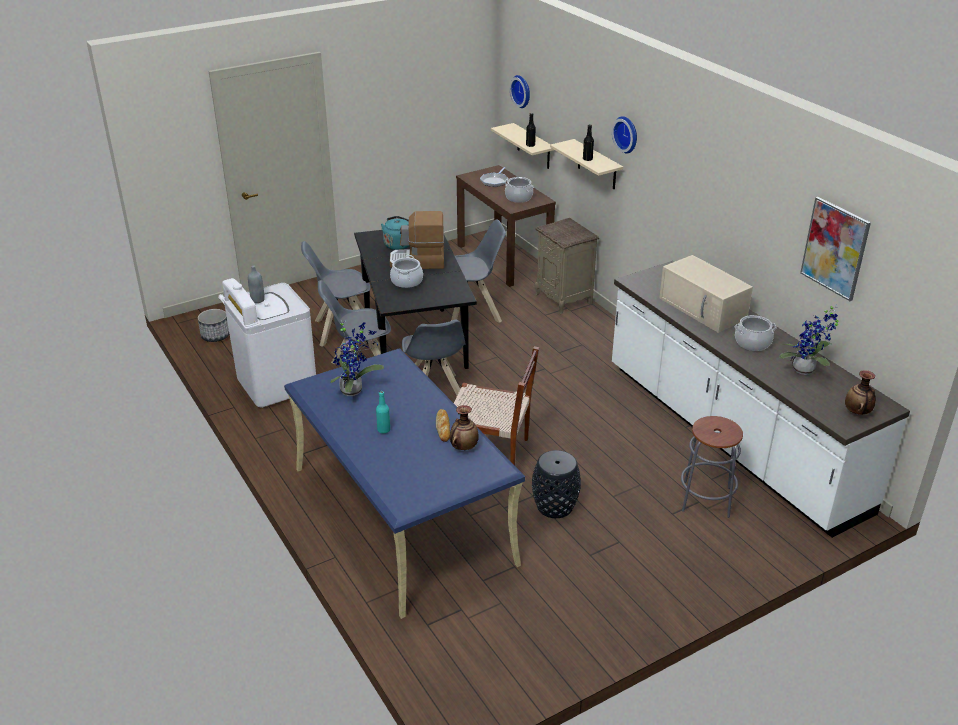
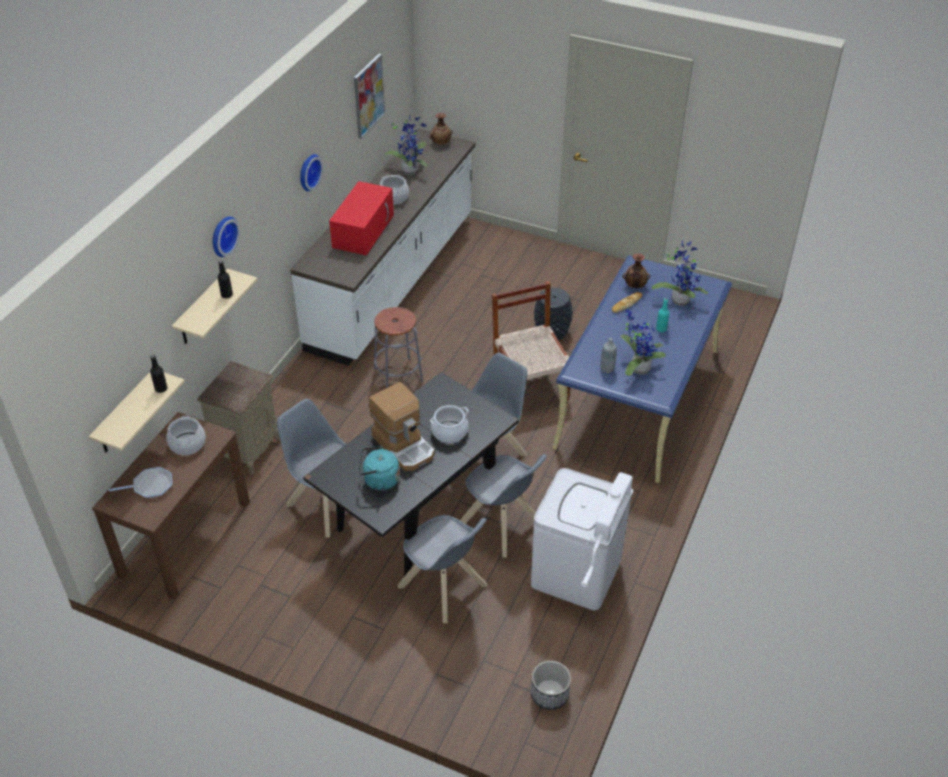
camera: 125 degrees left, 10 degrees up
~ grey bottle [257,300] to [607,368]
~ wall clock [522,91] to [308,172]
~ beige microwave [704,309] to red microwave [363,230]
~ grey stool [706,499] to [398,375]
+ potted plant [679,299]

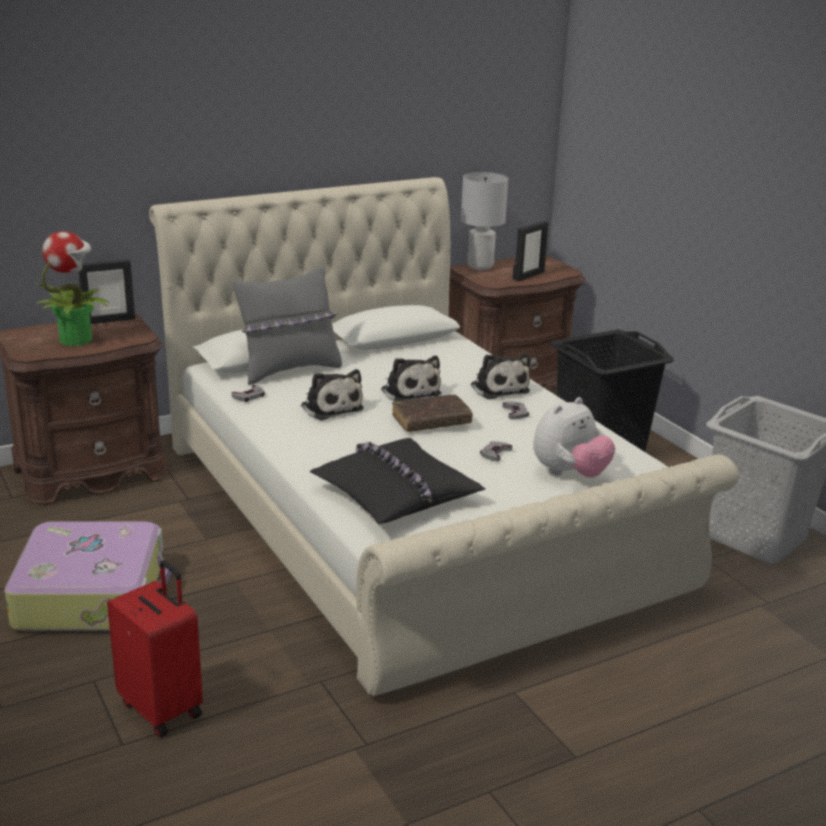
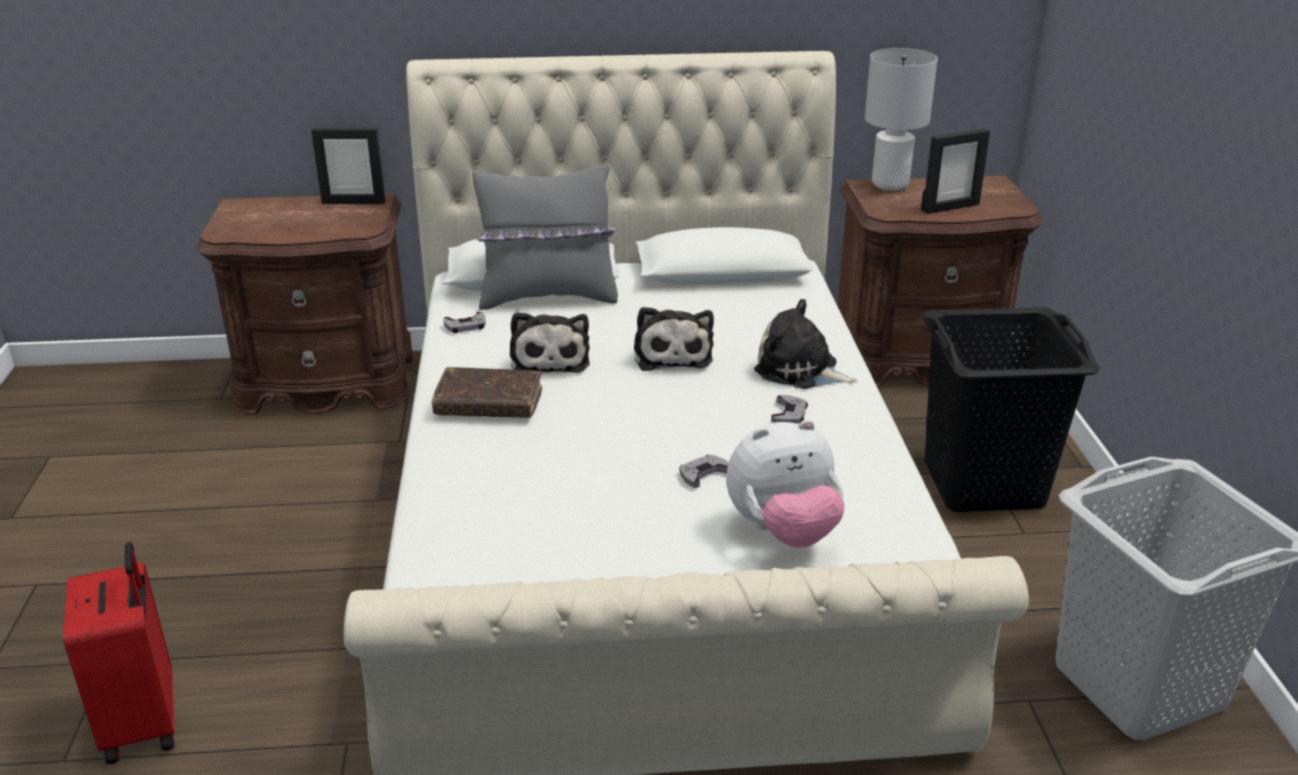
camera: 25 degrees right, 5 degrees up
- suitcase [92,594]
- potted plant [76,339]
- black pillow [395,494]
~ brown book [431,421] to [489,404]
~ plush toy [498,388] = [800,370] 120 degrees clockwise

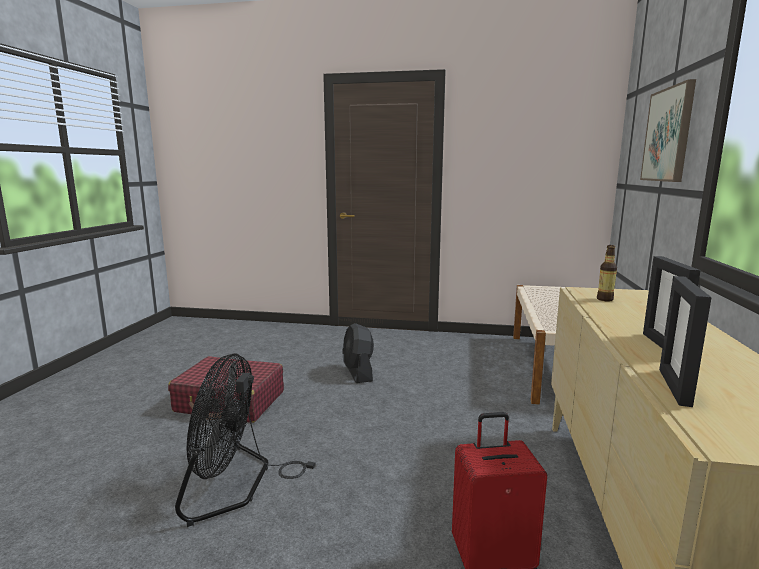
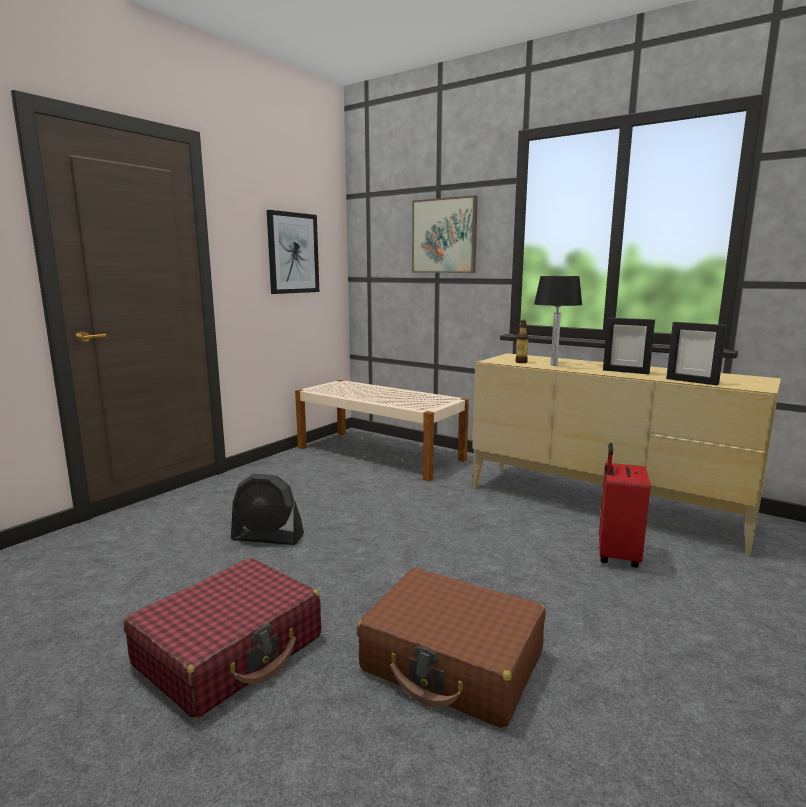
camera: 65 degrees left, 0 degrees up
~ black fan [242,480] to brown suitcase [453,662]
+ picture [293,253]
+ table lamp [554,365]

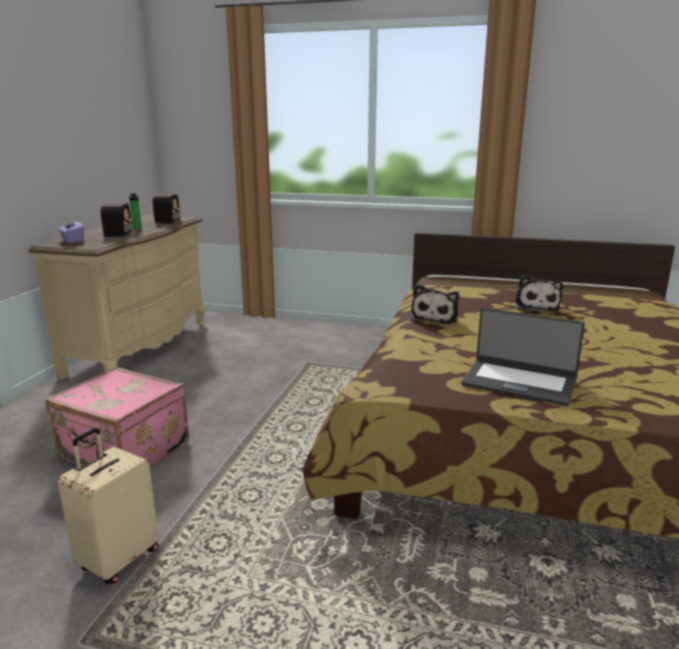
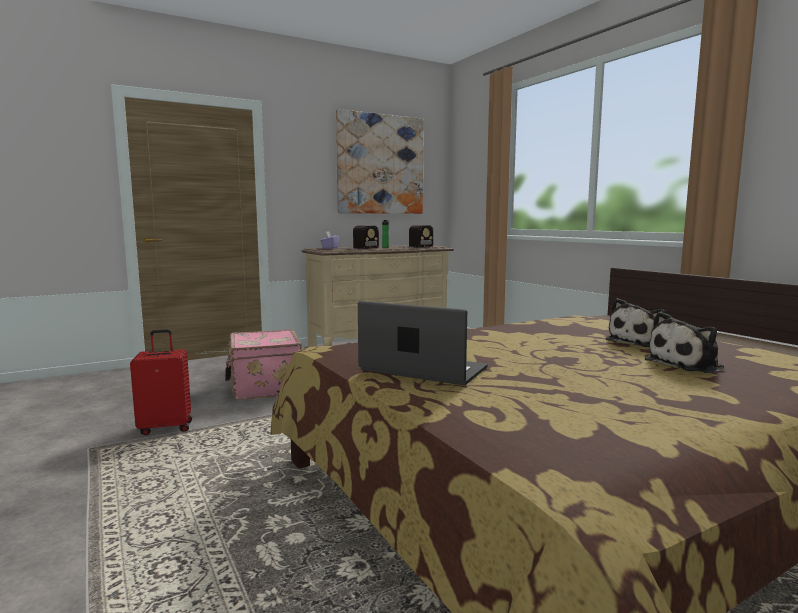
camera: 45 degrees right, 10 degrees down
~ beige suitcase [118,559] to red suitcase [166,427]
~ plush toy [435,318] to [687,364]
~ laptop [519,382] = [422,370] 135 degrees clockwise
+ picture [380,164]

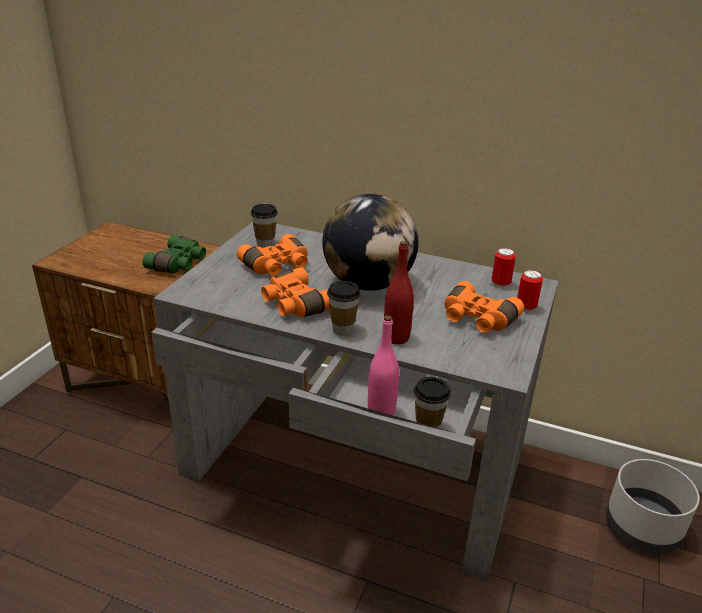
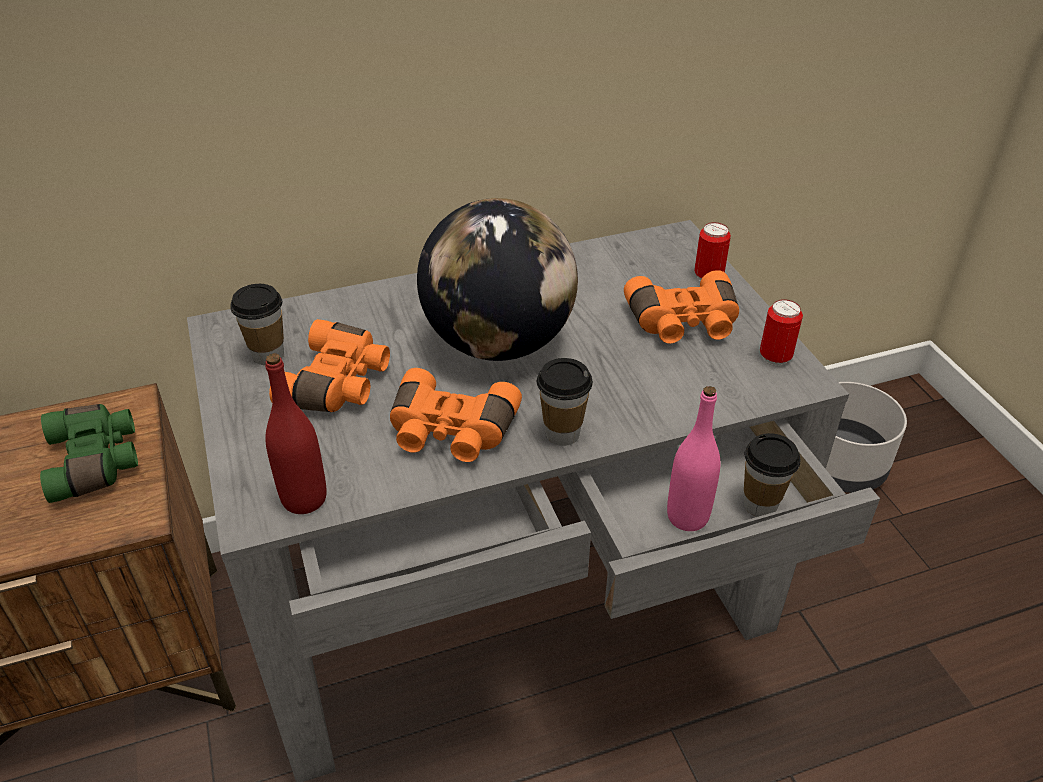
camera: 40 degrees left, 10 degrees up
~ red bottle [396,337] to [304,499]
~ can [500,284] to [775,357]

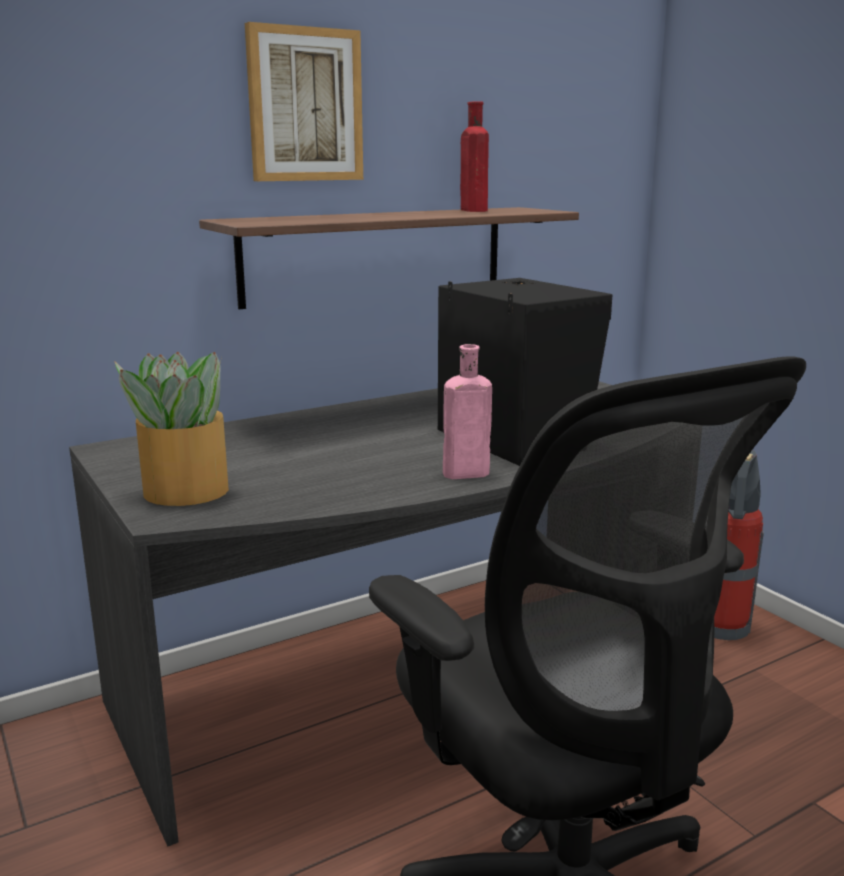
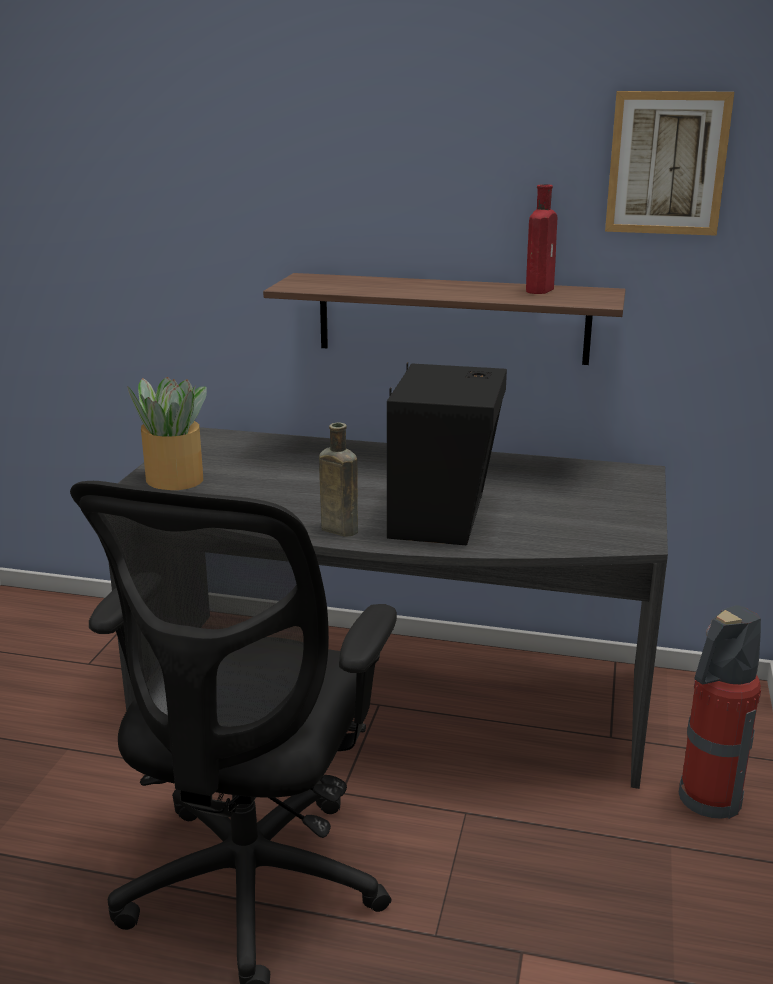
camera: 45 degrees right, 5 degrees up
~ picture [304,105] to [667,163]
~ pink bottle [462,474] to brown bottle [337,529]

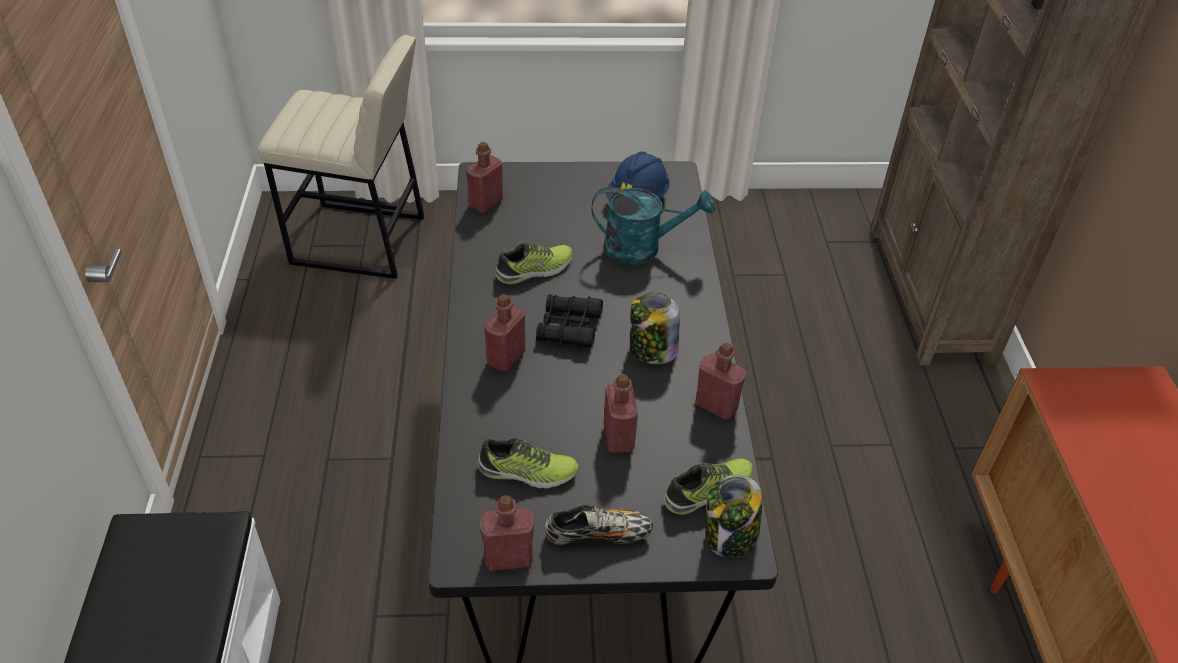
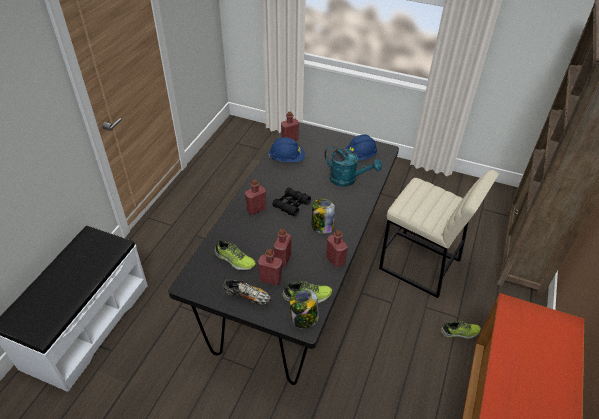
camera: 25 degrees right, 0 degrees up
~ beige chair [362,240] to [422,265]
~ red bottle [508,558] to [270,279]
~ shoe [535,270] to [460,332]
+ blue hard hat [287,159]

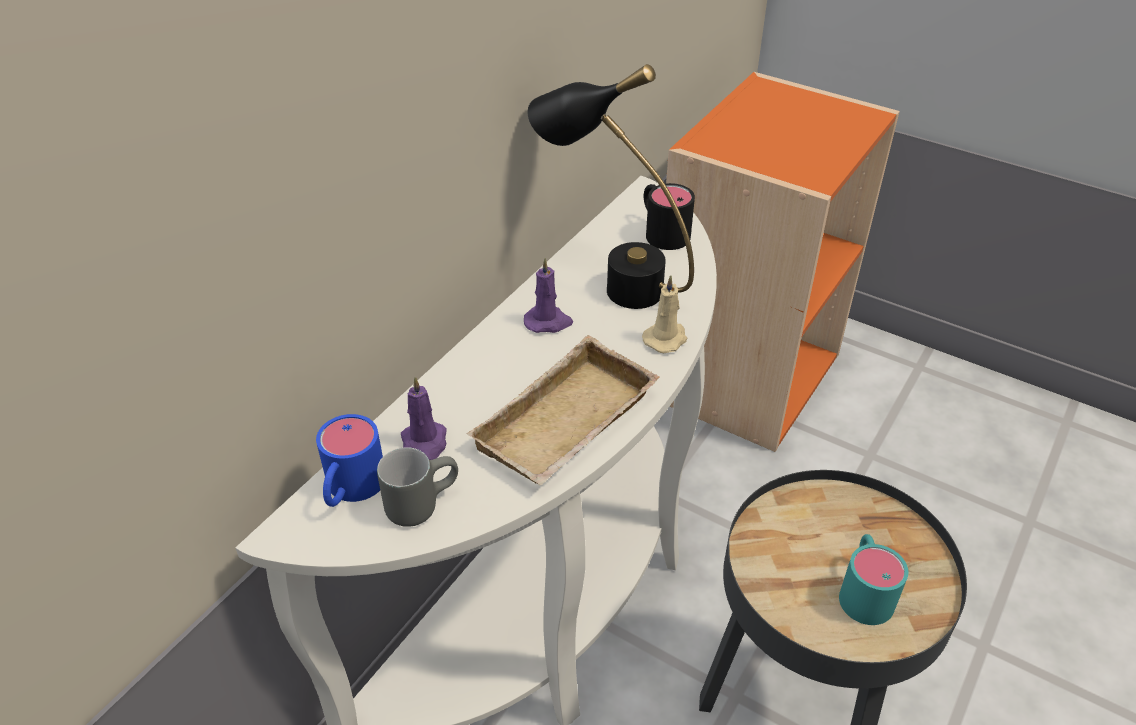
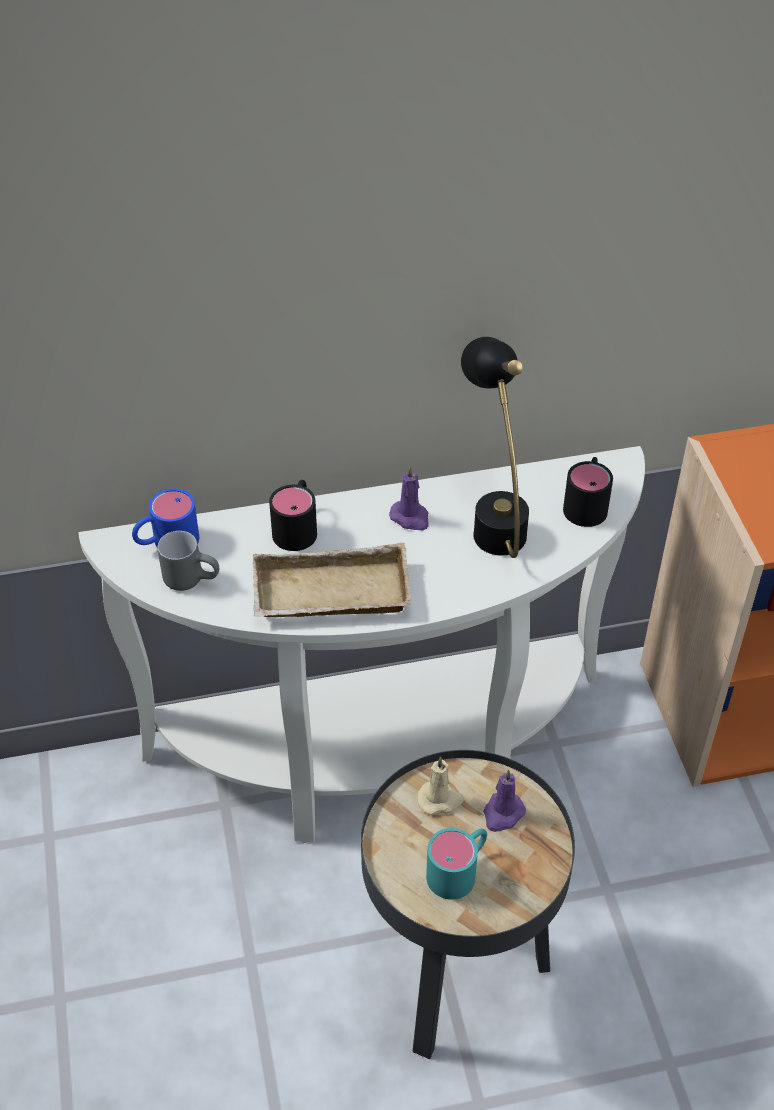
camera: 45 degrees right, 5 degrees up
~ purple candle [424,444] to [502,814]
~ beige candle [666,338] to [440,799]
+ black mug [297,526]

